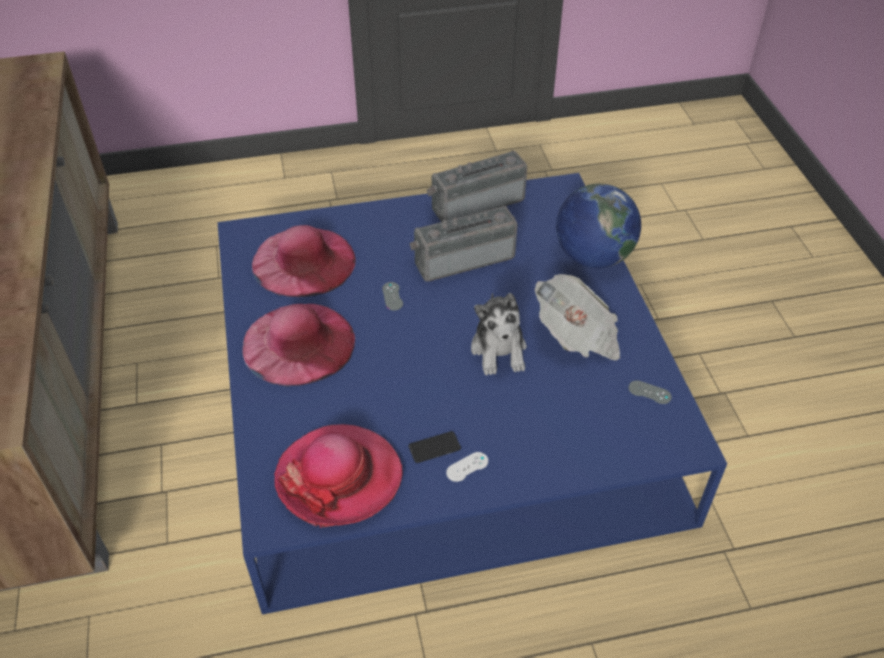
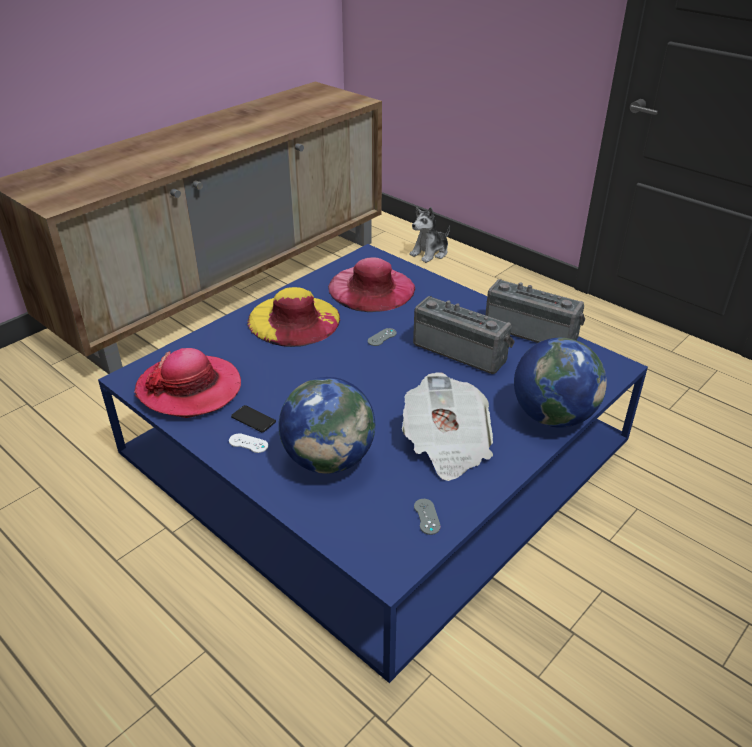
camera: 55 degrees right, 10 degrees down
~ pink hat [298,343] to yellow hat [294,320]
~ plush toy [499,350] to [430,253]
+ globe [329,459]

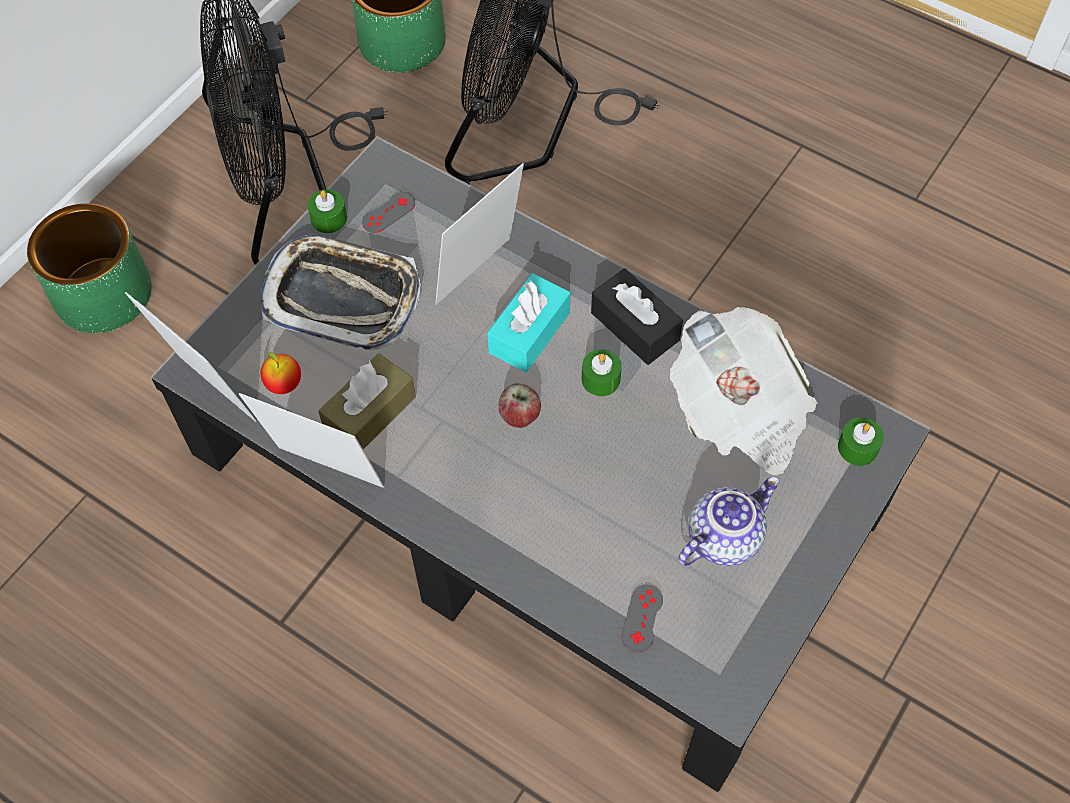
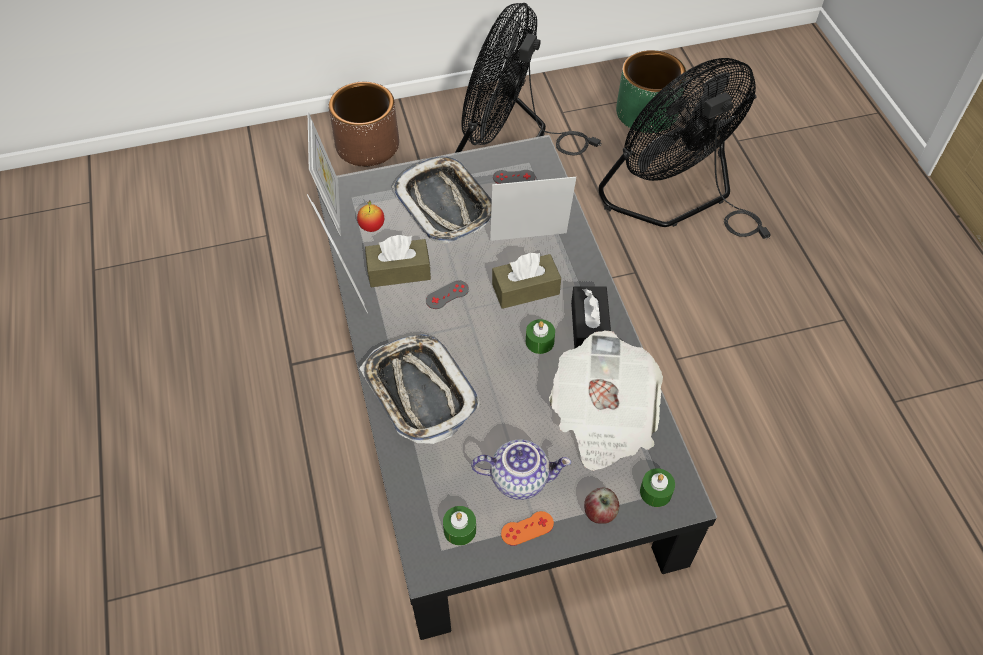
camera: 40 degrees right, 5 degrees down
~ green planter [104,294] to brown planter [368,146]
~ green candle [329,218] to [460,530]
~ turquoise tissue box [529,332] to brown tissue box [525,289]
~ apple [520,415] to [600,513]
~ grey game controller [642,618] to [447,295]
+ tray [419,392]
+ orange game controller [527,528]

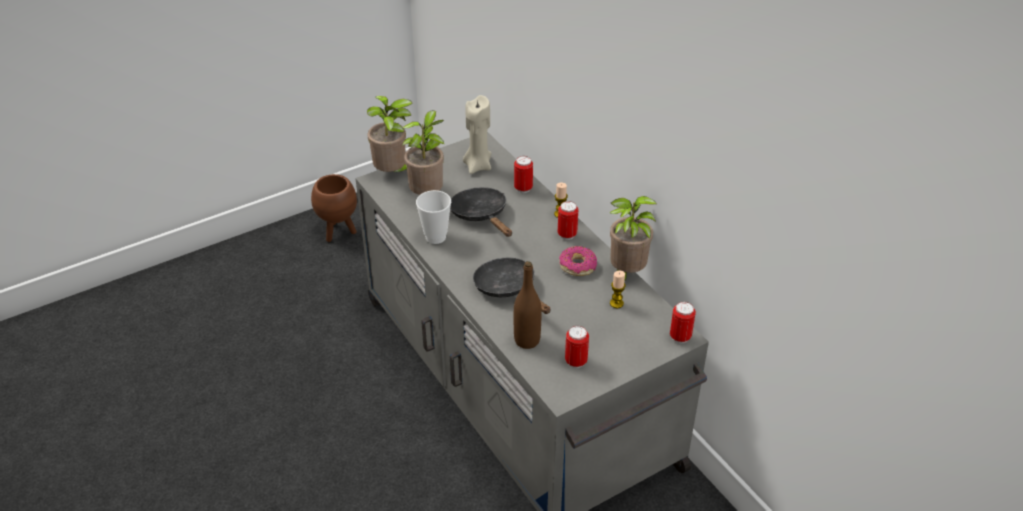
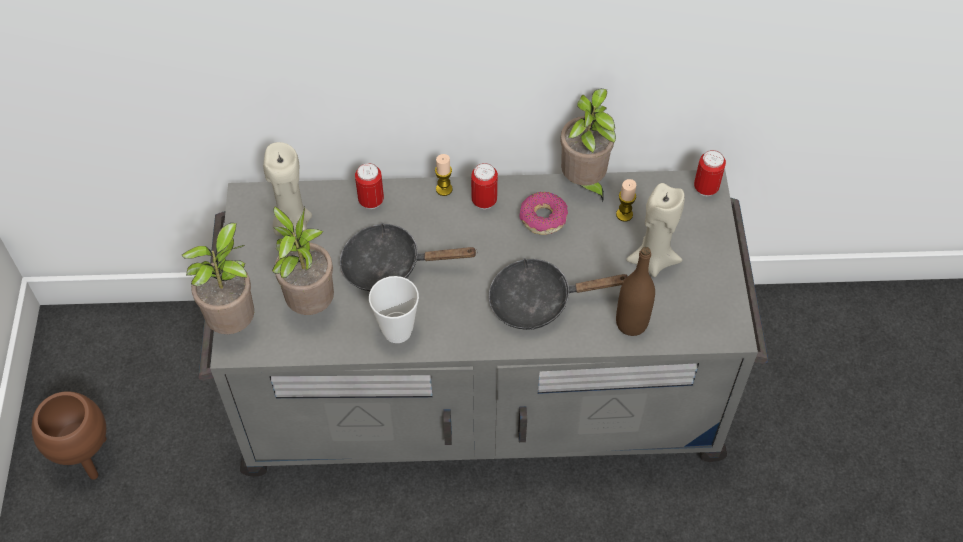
camera: 60 degrees left, 15 degrees up
- can [576,361]
+ beige candle [653,260]

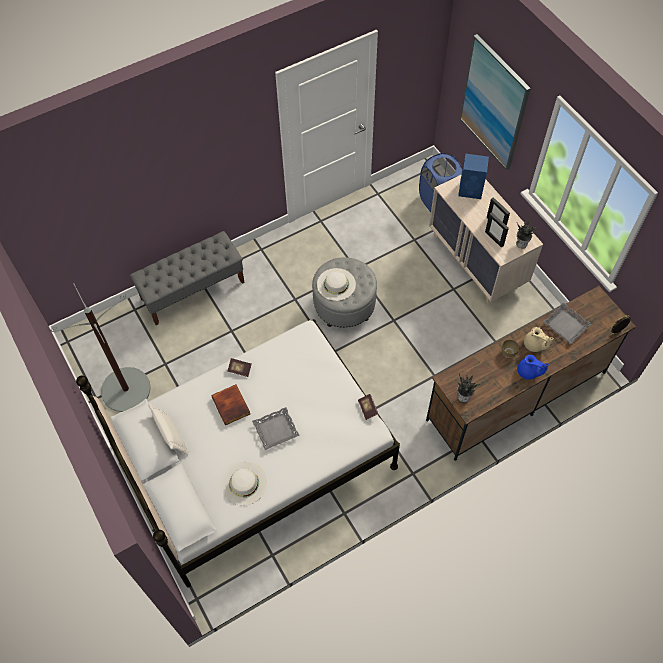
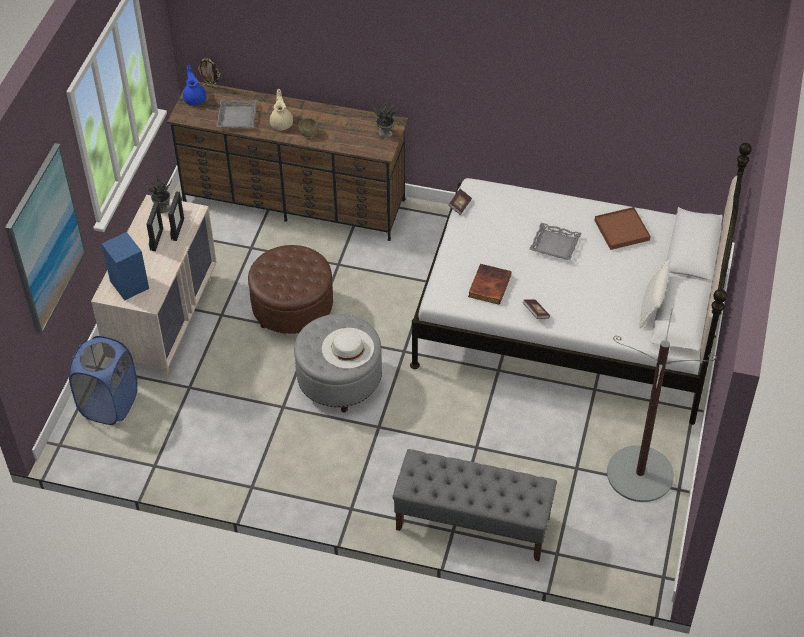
camera: 135 degrees left, 10 degrees down
~ book [232,405] to [488,285]
~ white hat [244,483] to brown tray [621,230]
~ blue teapot [528,372] to [195,98]
+ brown ottoman [293,311]

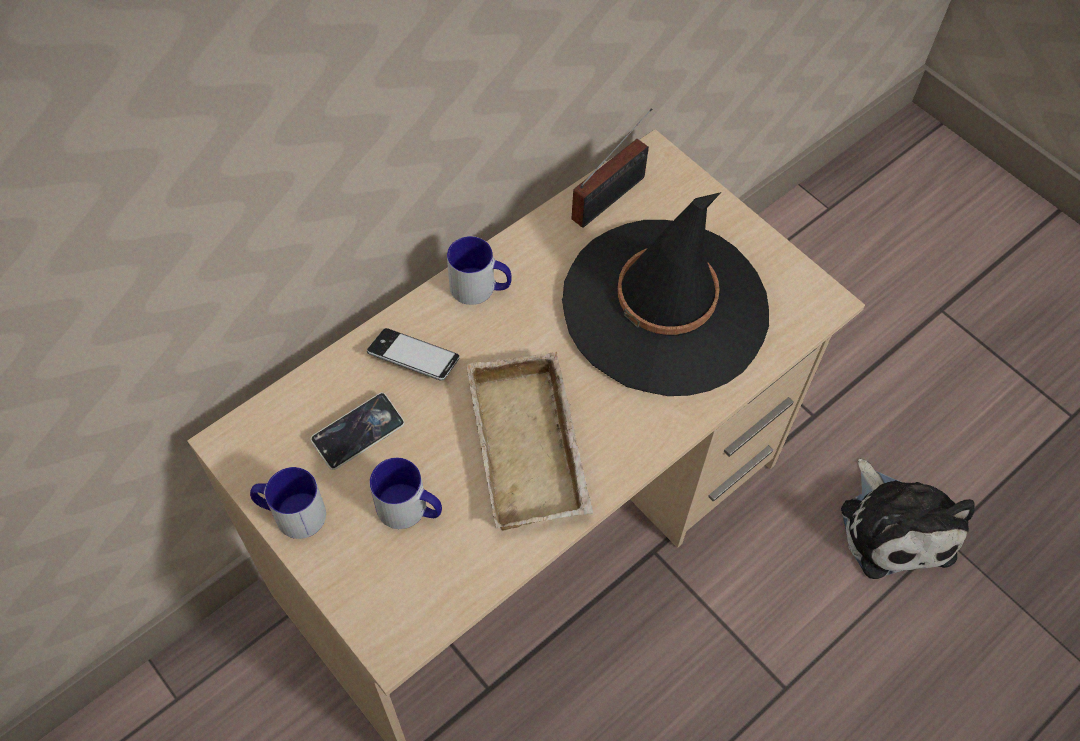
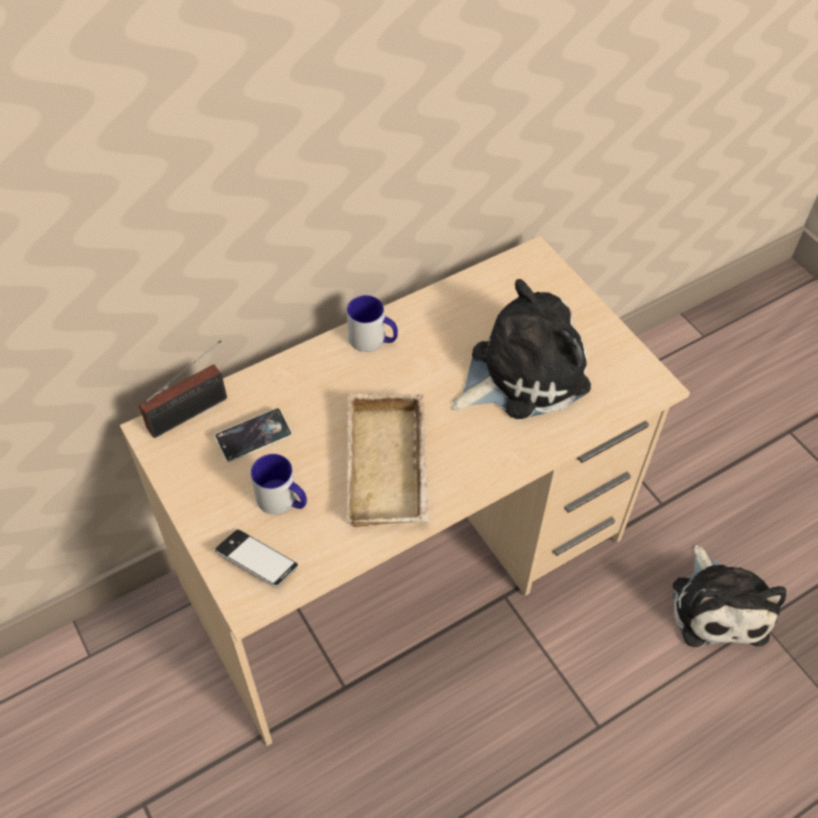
camera: 10 degrees right, 5 degrees down
- mug [291,513]
~ phone [414,358] to [257,561]
~ black hat [665,307] to plush toy [521,373]
~ radio [612,196] to [192,412]

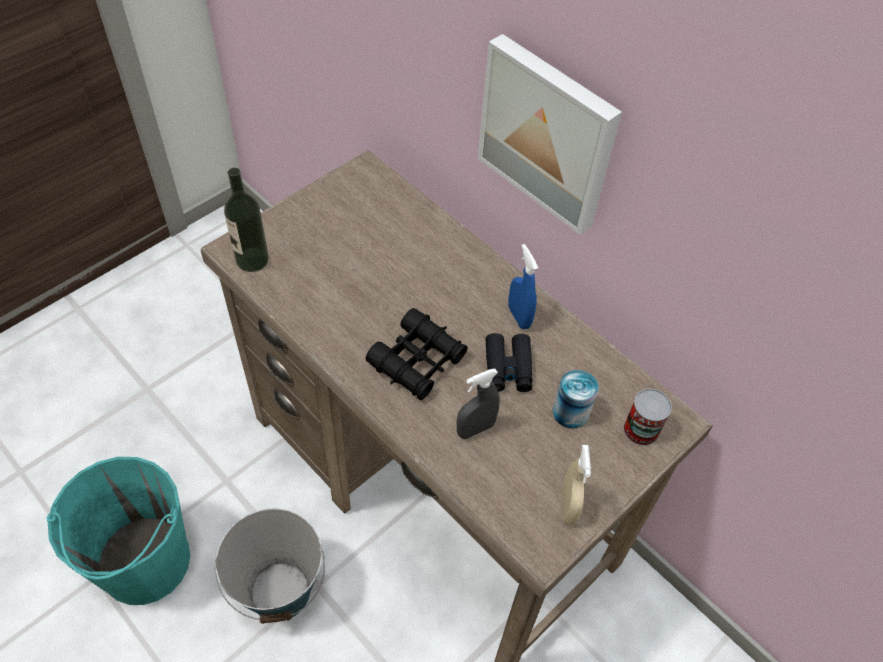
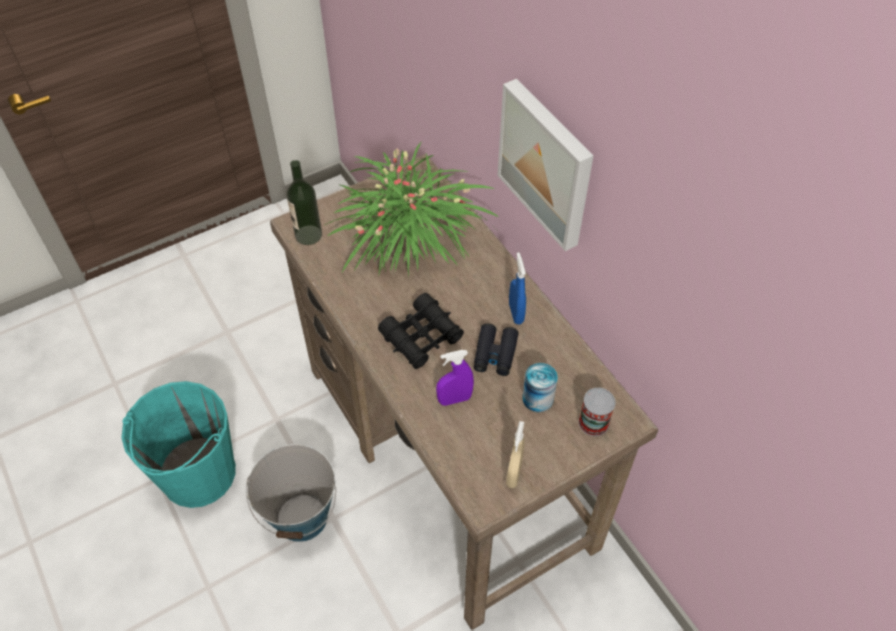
camera: 15 degrees right, 0 degrees up
~ grey spray bottle [475,429] to purple spray bottle [454,399]
+ potted plant [408,237]

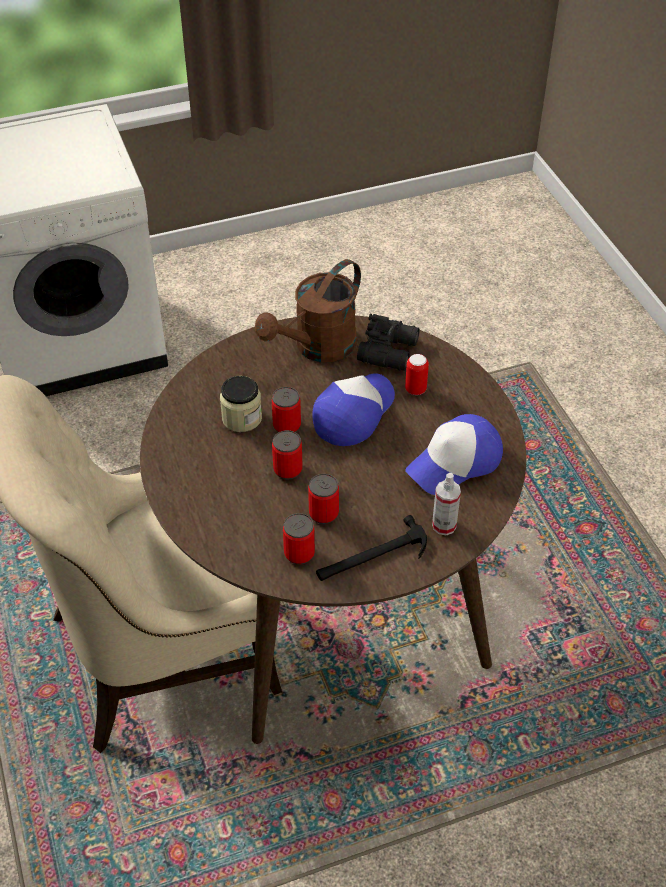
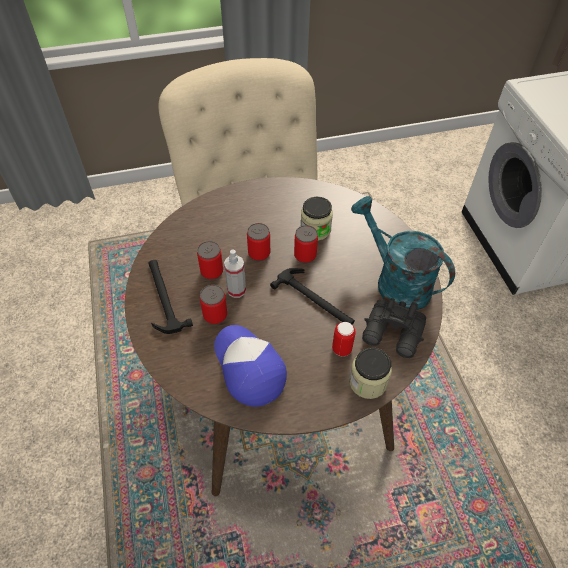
camera: 95 degrees right, 5 degrees up
~ brown watering can [317,348] to turquoise watering can [395,281]
~ can [299,553] to [215,315]
~ cap [353,413] to hammer [315,300]
~ spray bottle [444,525] to [236,290]
+ jar [367,382]

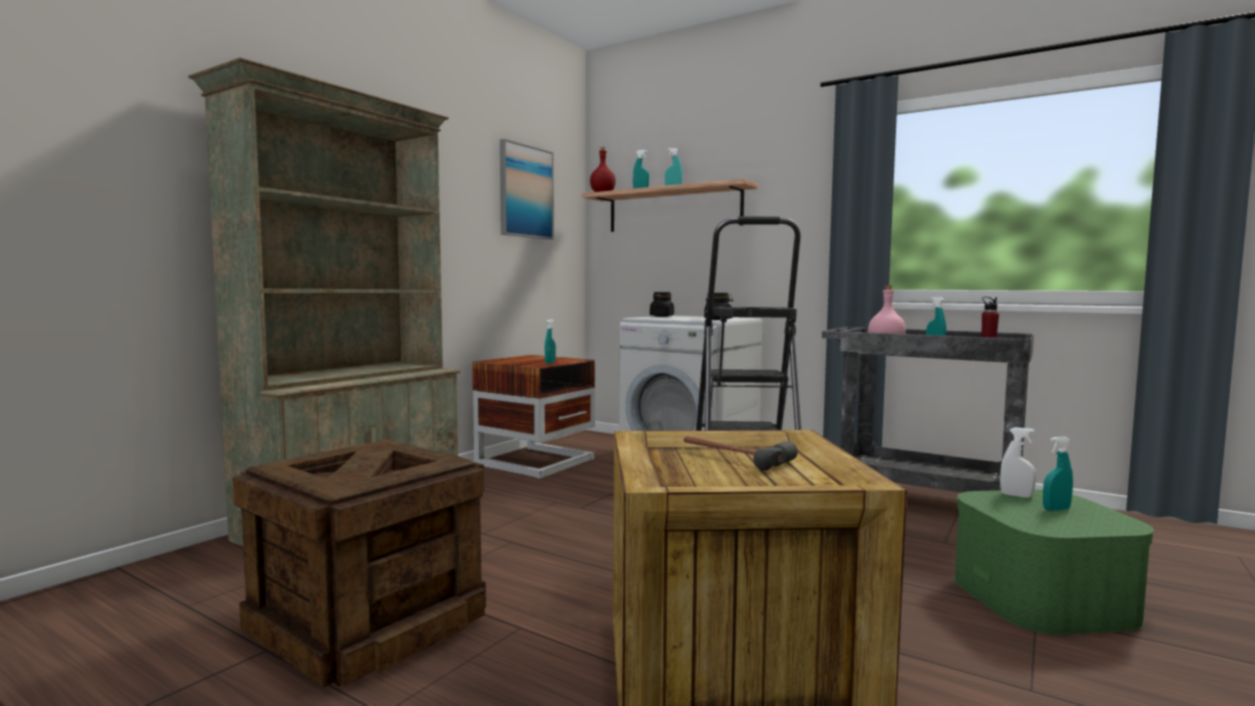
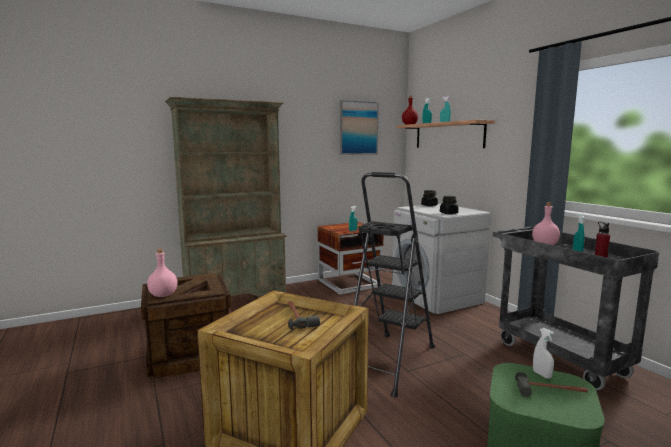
camera: 30 degrees right, 5 degrees up
~ turquoise spray bottle [1056,509] to hammer [551,392]
+ pink bottle [164,295]

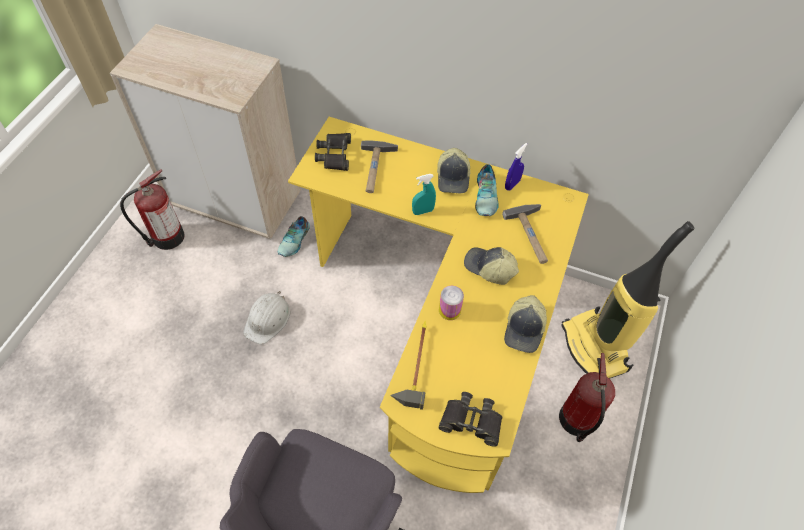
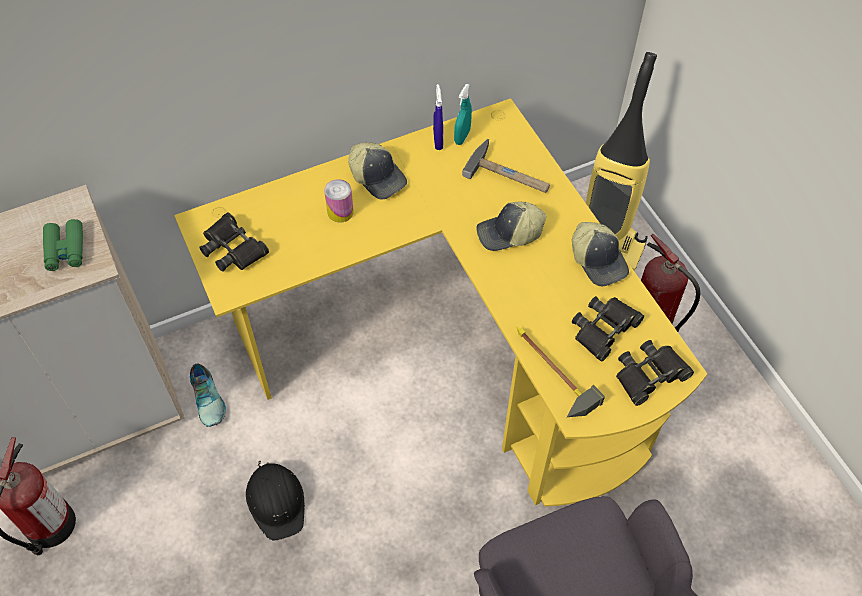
camera: 45 degrees left, 0 degrees up
~ white hard hat [268,319] to black hard hat [276,501]
- hammer [376,169]
~ turquoise spray bottle [423,211] to [462,137]
~ can [449,310] to [340,212]
- shoe [487,196]
+ green binoculars [65,250]
+ black binoculars [604,329]

